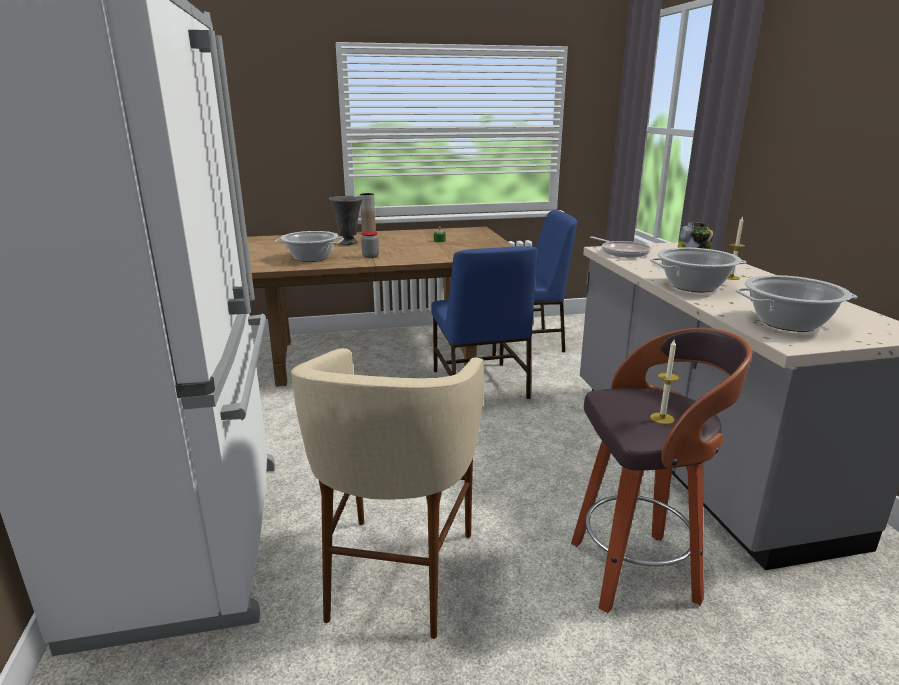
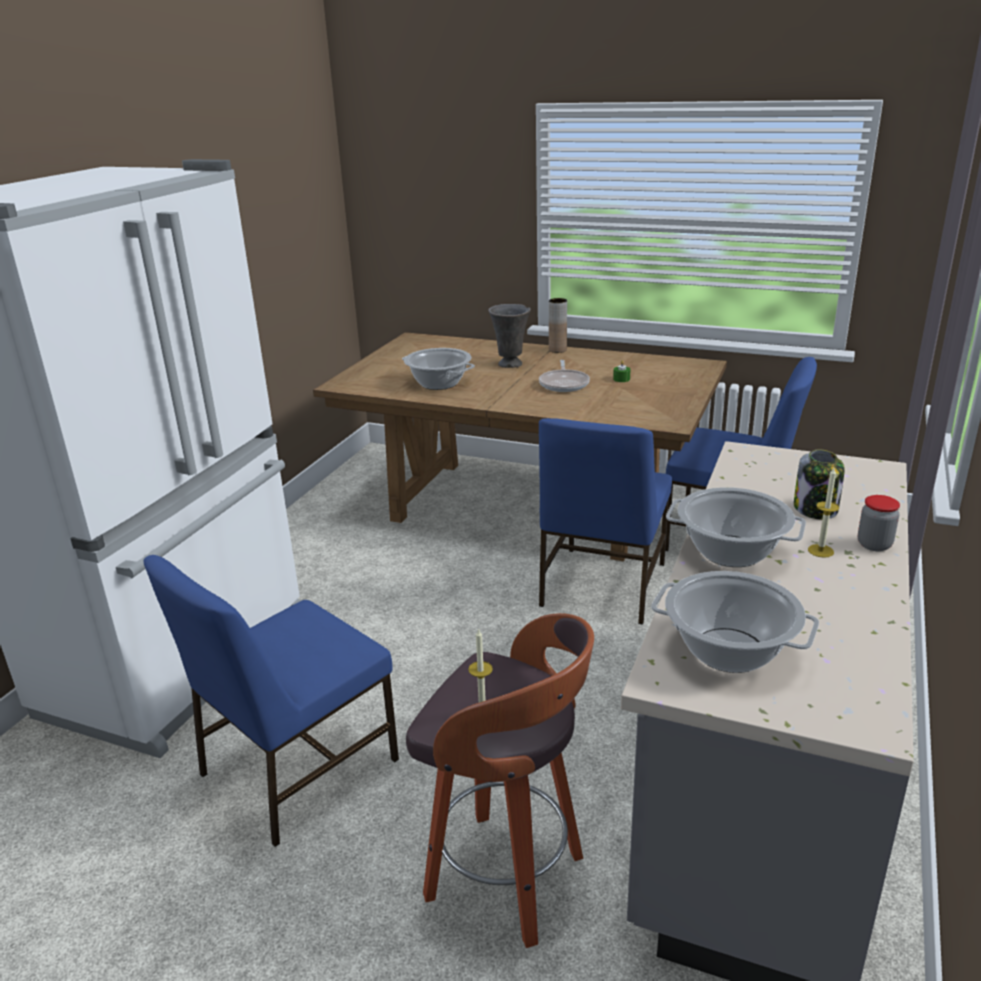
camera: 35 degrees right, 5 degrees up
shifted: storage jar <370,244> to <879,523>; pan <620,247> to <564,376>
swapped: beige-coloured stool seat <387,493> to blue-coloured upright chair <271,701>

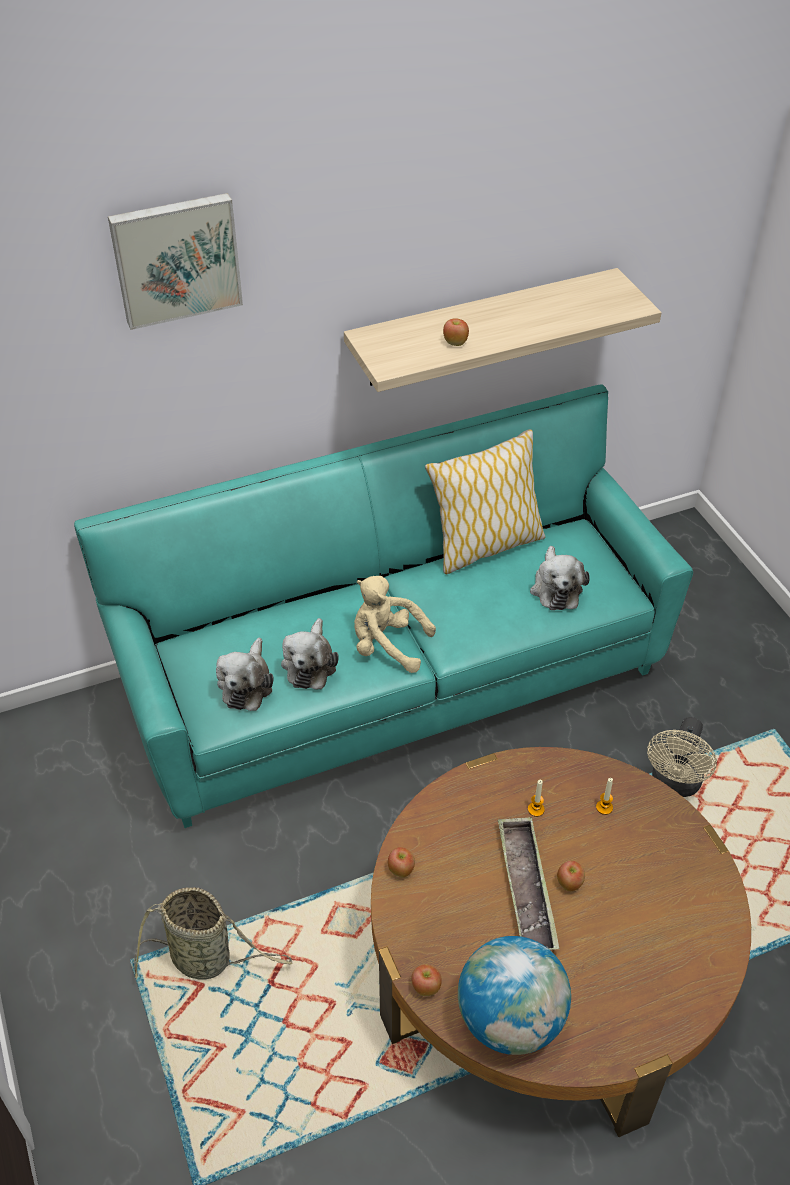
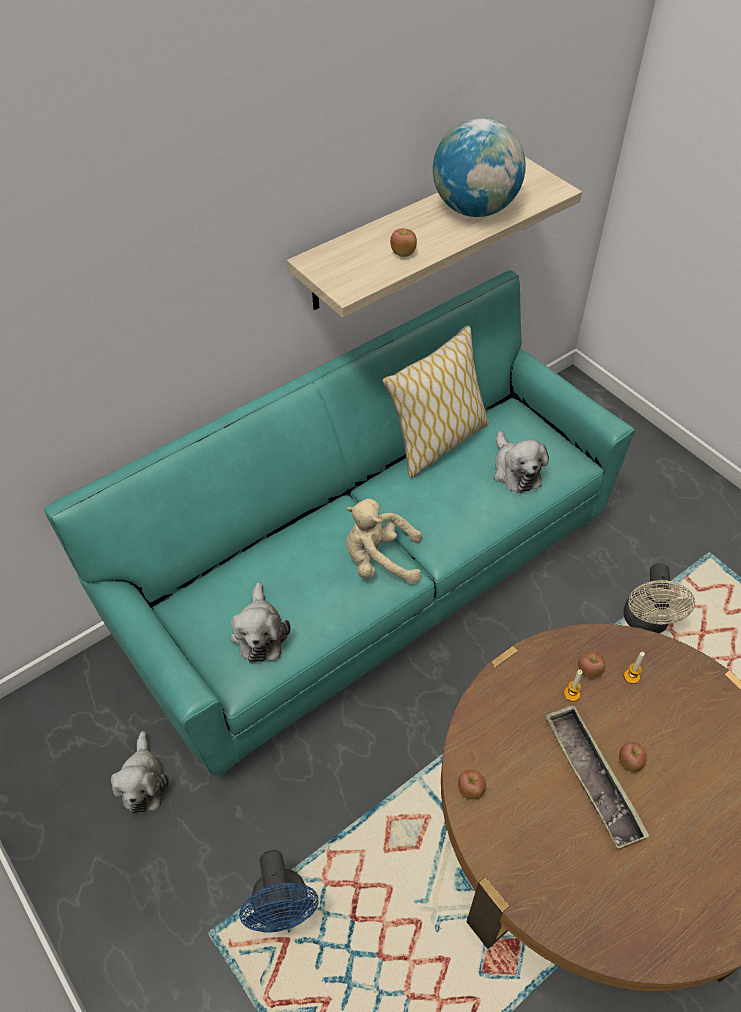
camera: 15 degrees left, 5 degrees up
gone: picture <175,261>
shifted: soft toy <310,654> to <140,772>; whole apple <427,980> to <591,665>; globe <514,995> to <479,167>
swapped: storage basket <213,933> to blue-coloured fan <279,891>

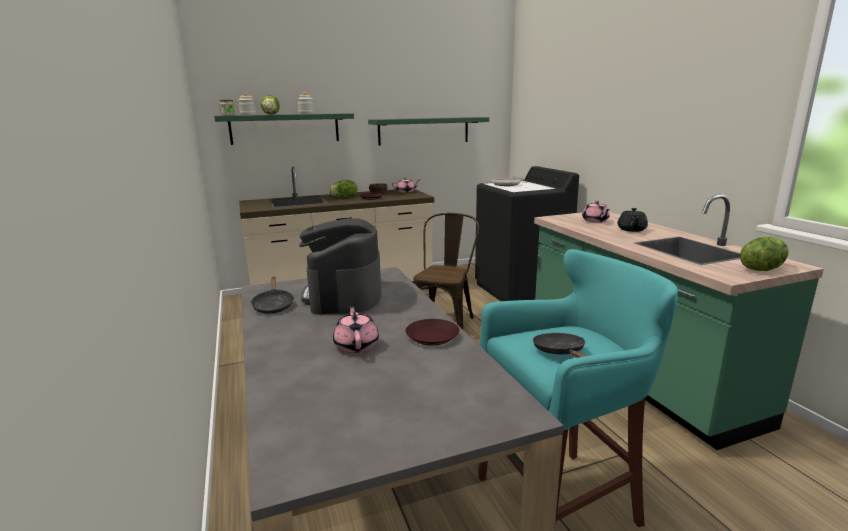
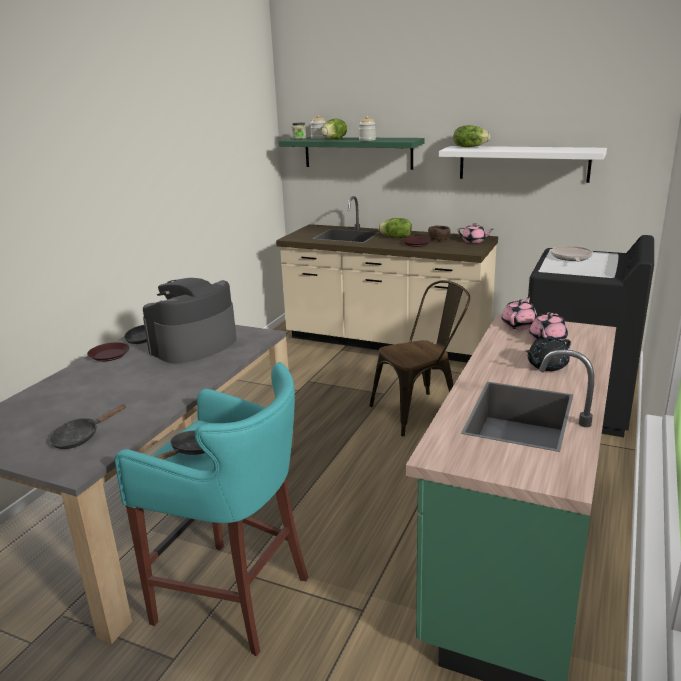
camera: 45 degrees right, 5 degrees up
new: black-coloured pan <87,426>
shifted: pink-coloured tea pot <356,329> to <519,313>; brownish plate <432,332> to <108,351>; head of lettuce <764,254> to <471,136>
repainted: green-coloured bracket shelf <428,131> to whitish bracket shelf <523,164>

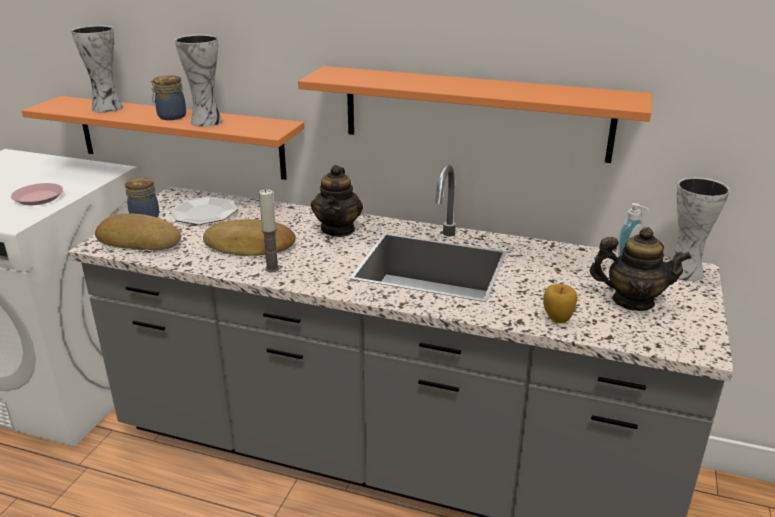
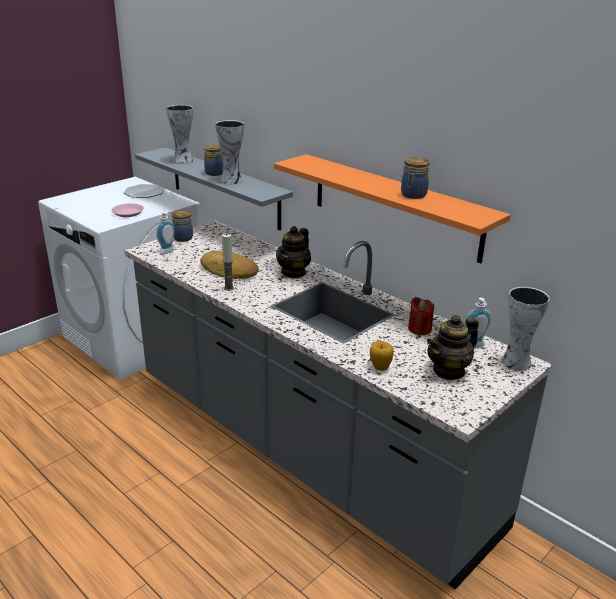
camera: 25 degrees right, 0 degrees up
new: storage jar <415,178>; reddish candle <421,316>
shifted: plate <204,210> to <144,191>
swapped: bakery bread <138,231> to liquid soap bottle <165,233>
repainted: orangey bracket shelf <163,138> to gray bracket shelf <214,189>
rotated: tea pot <641,269> = <453,348> 105 degrees clockwise

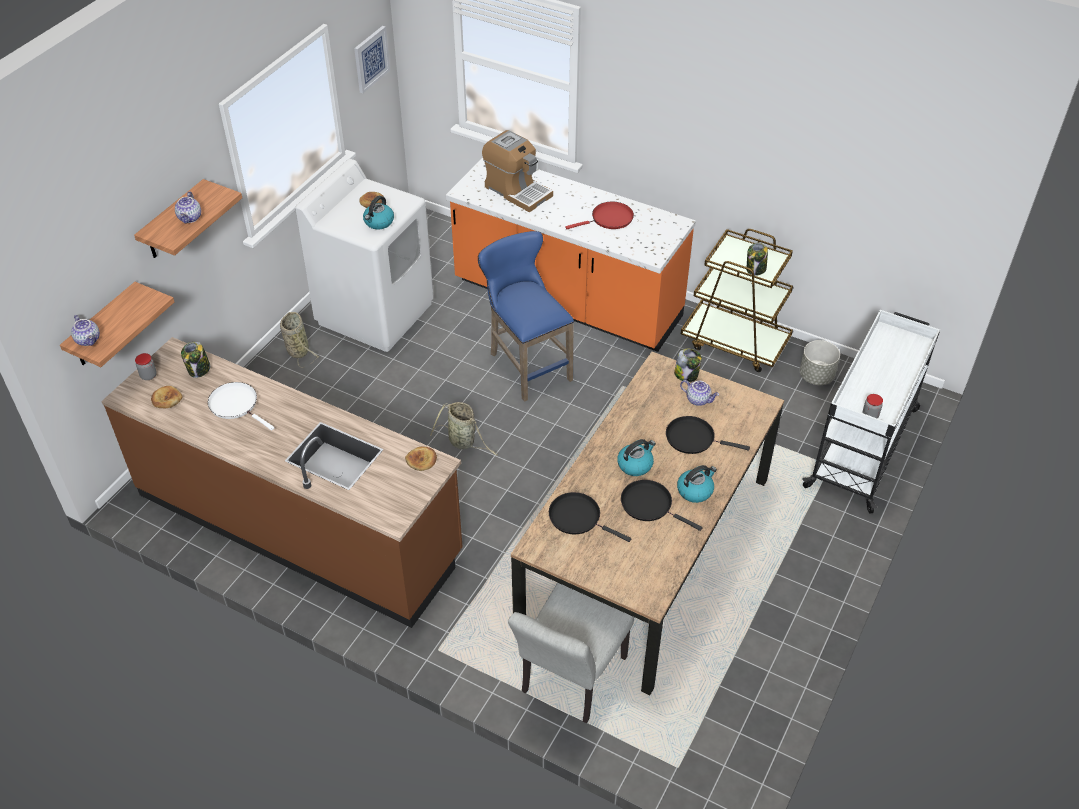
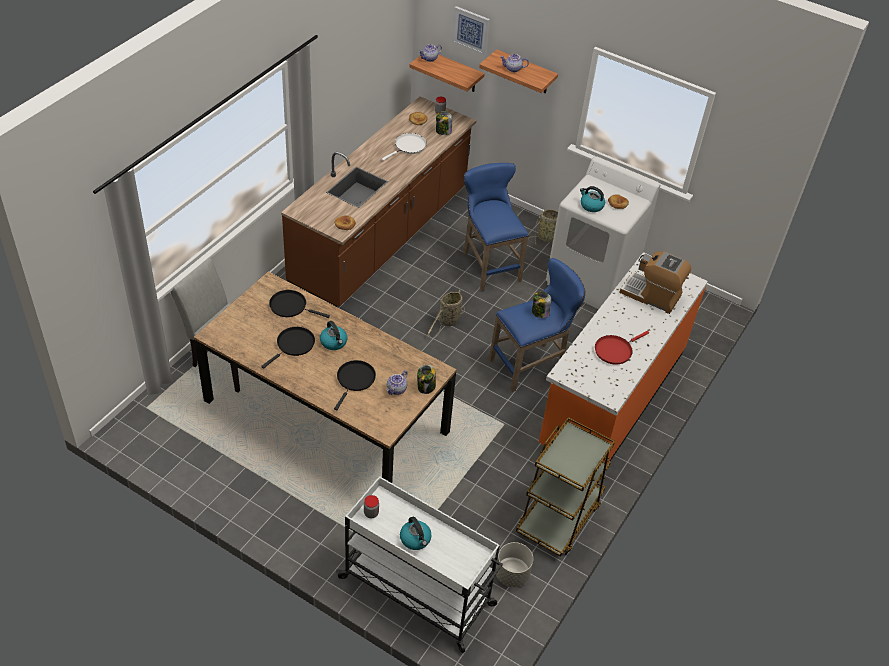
camera: 90 degrees right, 0 degrees up
new: blue-coloured stool seat <496,227>
shifted: picture <372,59> to <471,31>; tea kettle <697,484> to <416,533>; storage jar <757,259> to <542,304>
rotated: coffee machine <517,171> = <655,282> 75 degrees clockwise; black-coloured pan <590,517> = <299,304> 105 degrees counterclockwise; reddish pan <599,215> = <622,348> 75 degrees clockwise

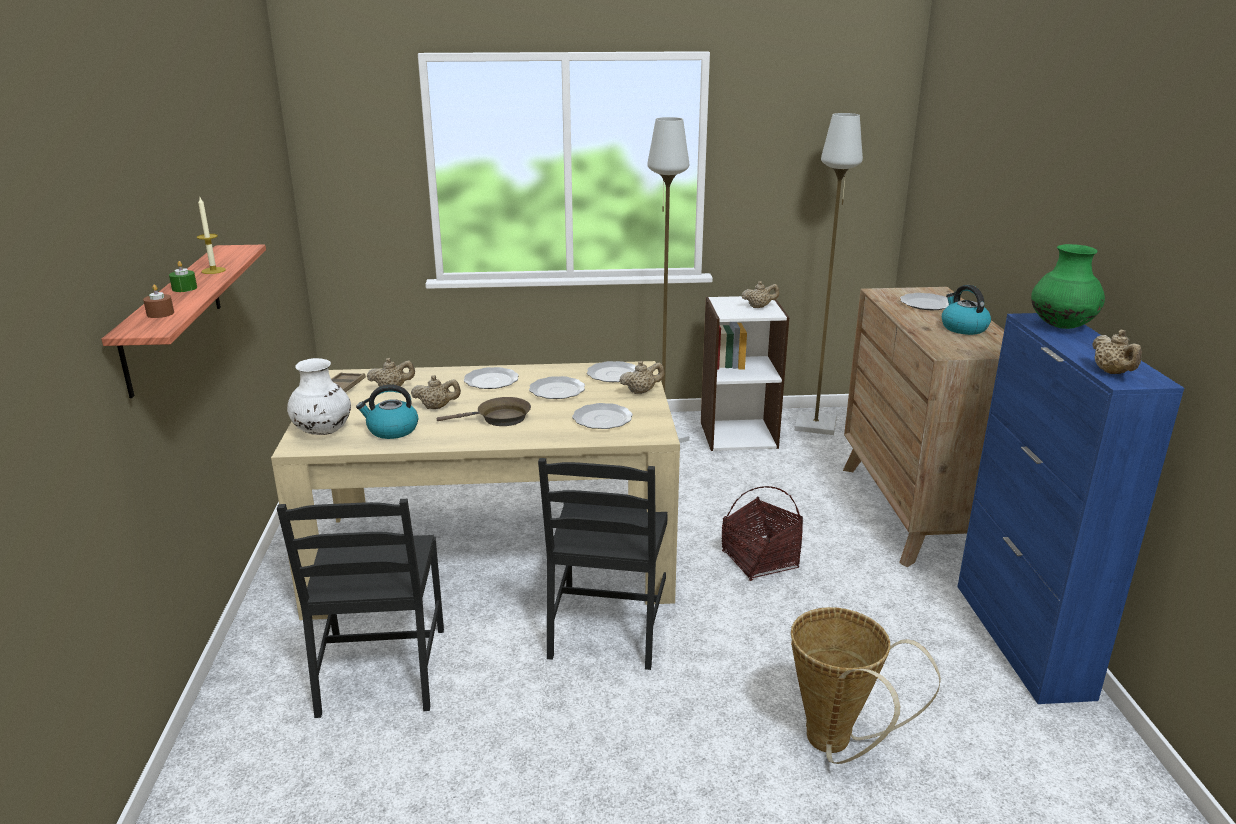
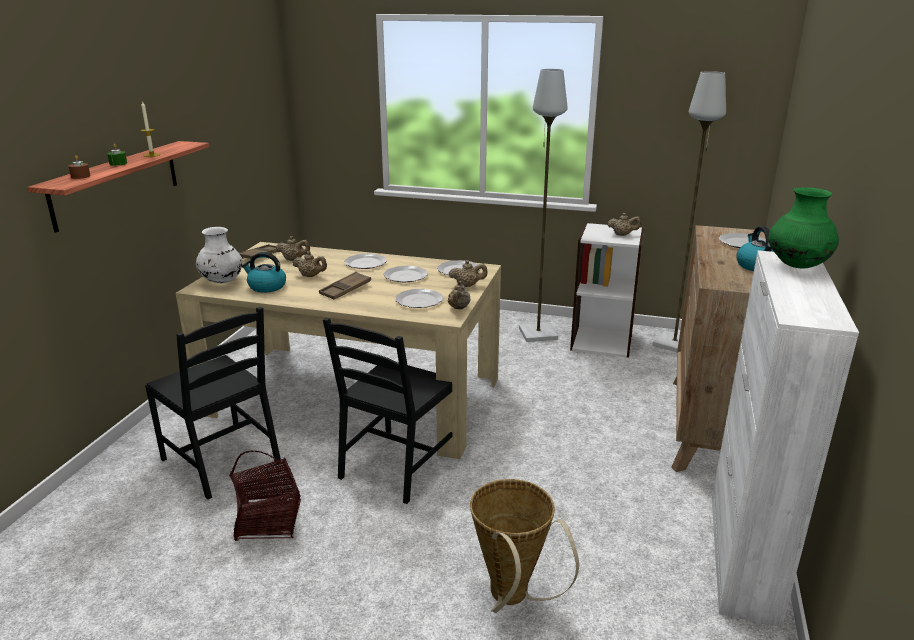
camera: 20 degrees right, 0 degrees up
shifted: storage basket <762,533> to <265,496>; beige-coloured tea pot <1117,352> to <459,295>
swapped: brownish pan <484,411> to brownish carrying tray <345,285>
repainted: blue-coloured cupboard <1070,508> to whitish cupboard <785,438>
rotated: black-coloured upright chair <360,608> = <213,403> 60 degrees counterclockwise

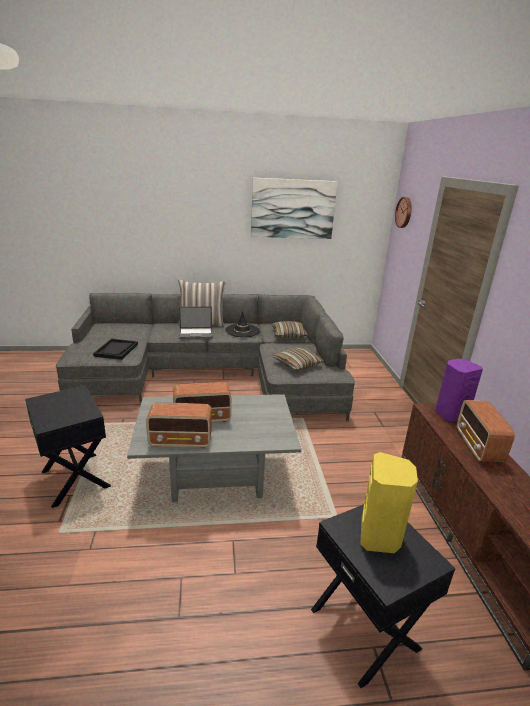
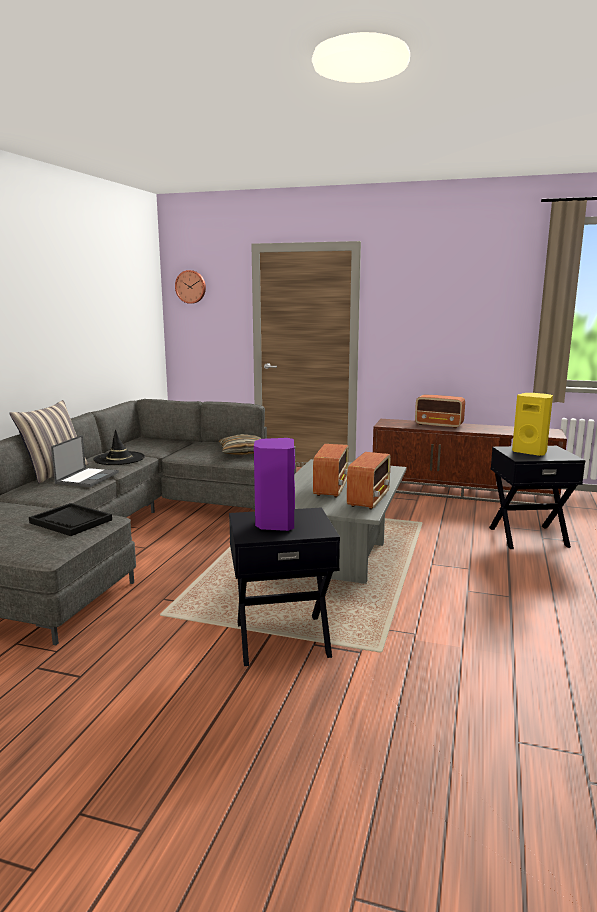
camera: 65 degrees left, 10 degrees down
gone: picture <294,208>; cushion <289,329>
shifted: purplish loudspeaker <459,390> to <274,484>

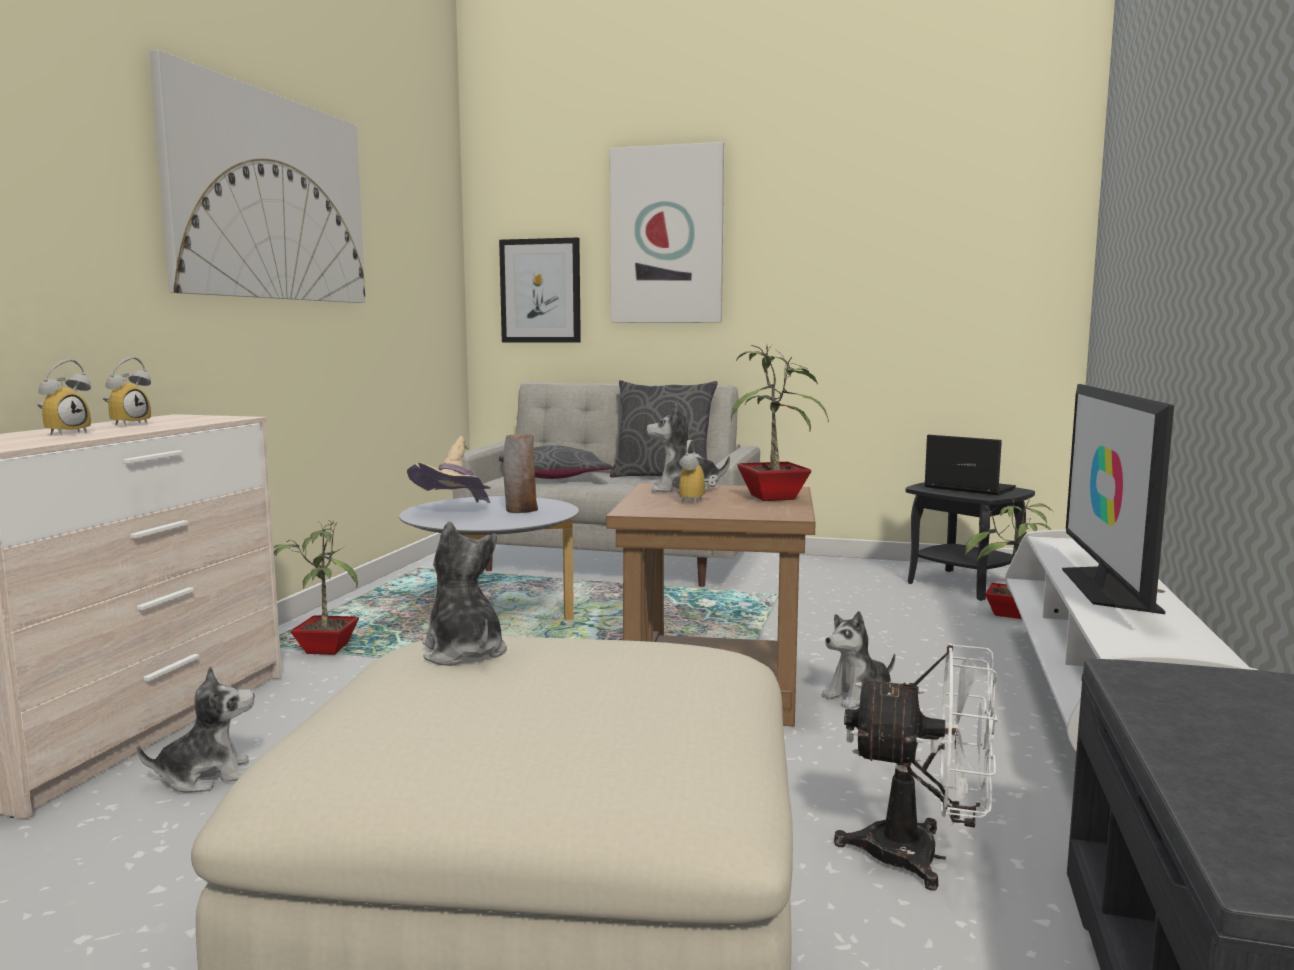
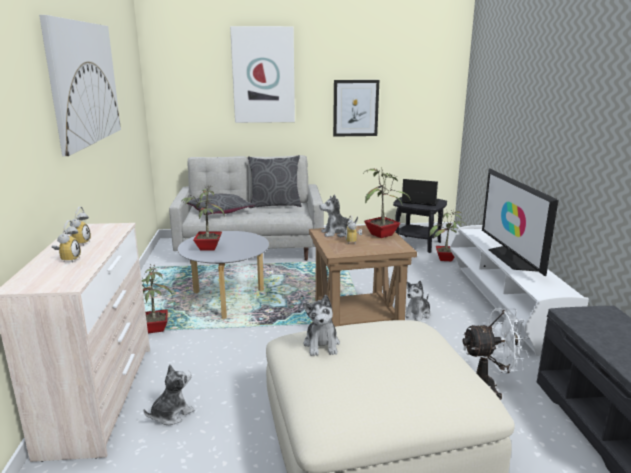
camera: 20 degrees left, 10 degrees up
gone: vase <520,473>
shifted: picture <540,290> to <356,108>
swapped: beige-coloured wearable hat <449,469> to potted plant <202,217>
rotated: soft toy <464,593> = <321,325> 135 degrees counterclockwise

